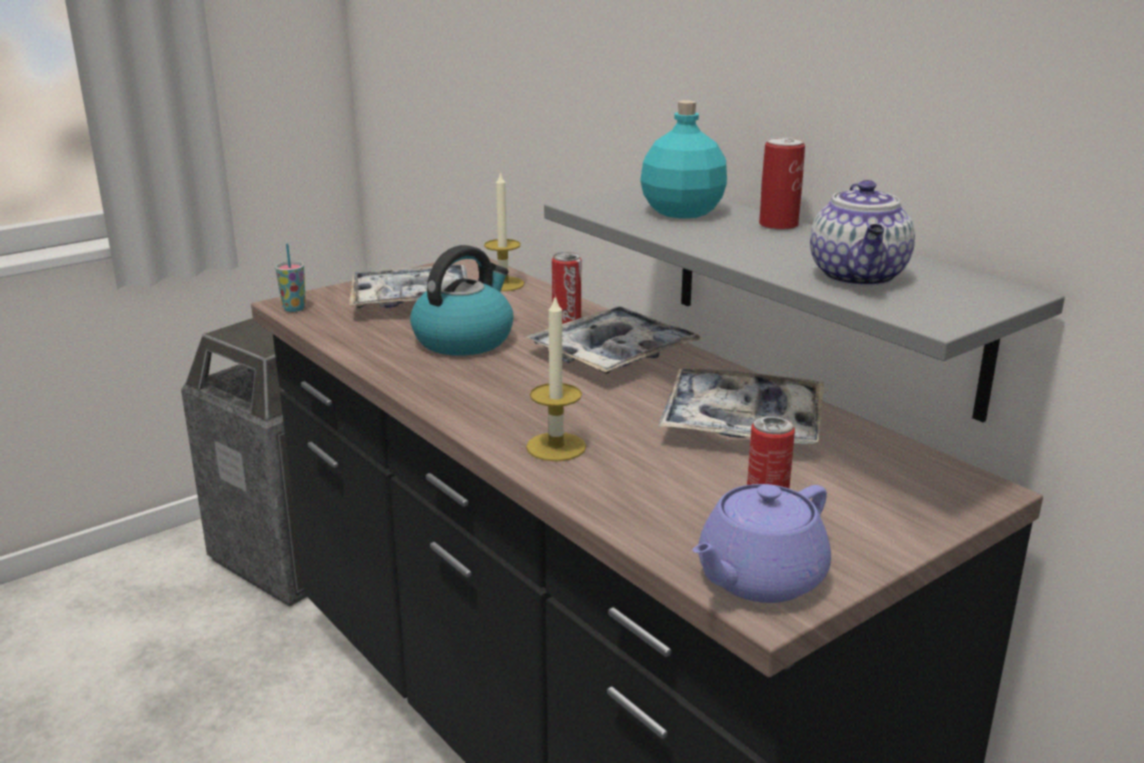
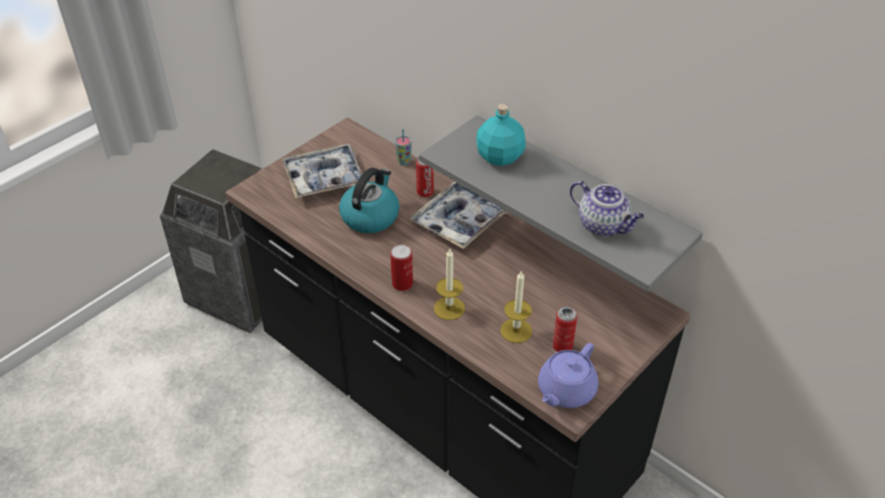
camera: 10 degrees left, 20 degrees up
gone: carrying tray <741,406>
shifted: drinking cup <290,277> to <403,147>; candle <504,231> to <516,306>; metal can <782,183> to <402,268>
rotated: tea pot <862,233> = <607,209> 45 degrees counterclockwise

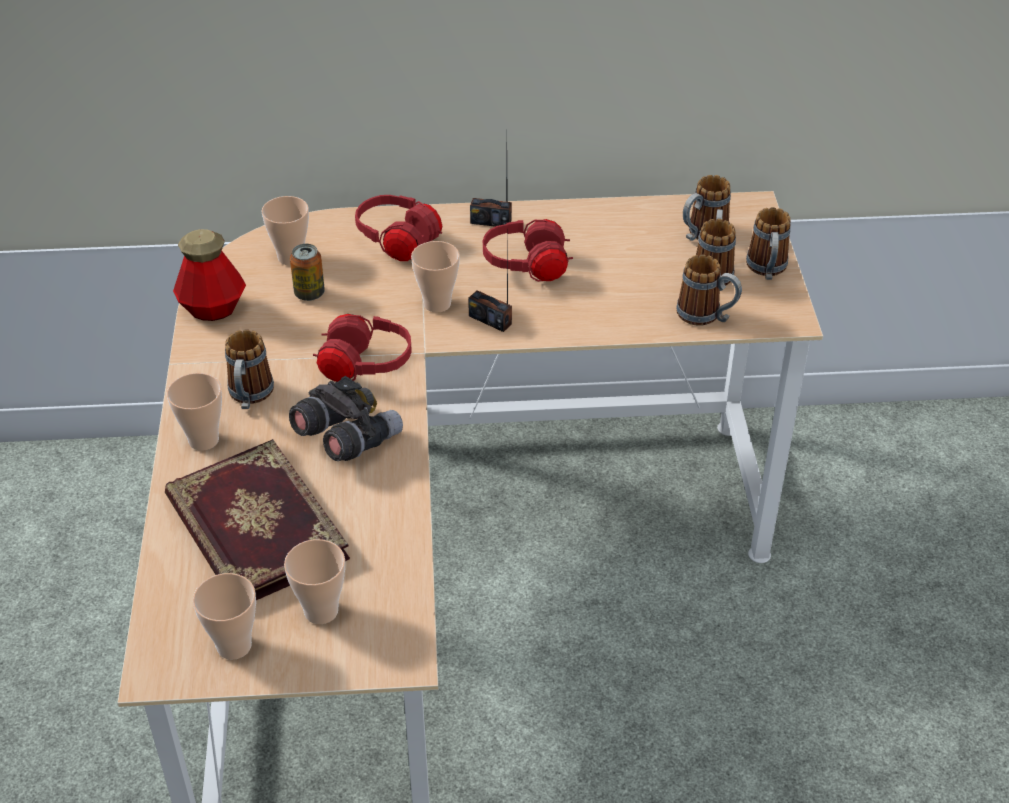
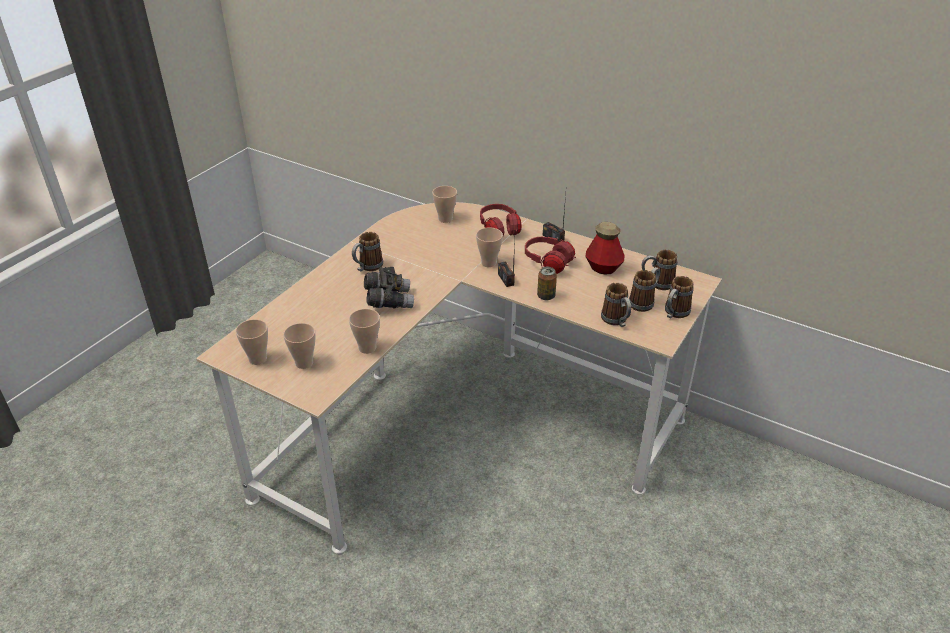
camera: 35 degrees right, 5 degrees down
gone: bound book <257,519>; reddish pair of headphones <362,348>
shifted: drinking cup <194,412> to <364,331>; bottle <209,275> to <605,248>; metal can <307,272> to <547,283>

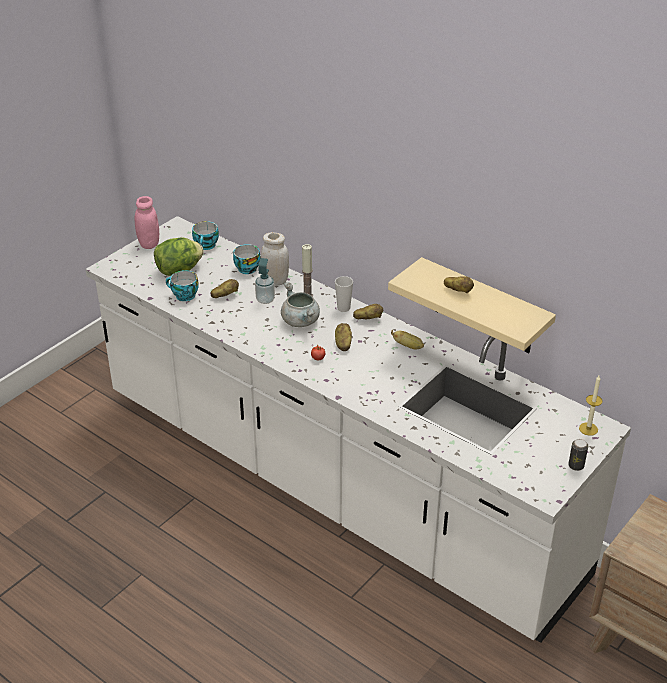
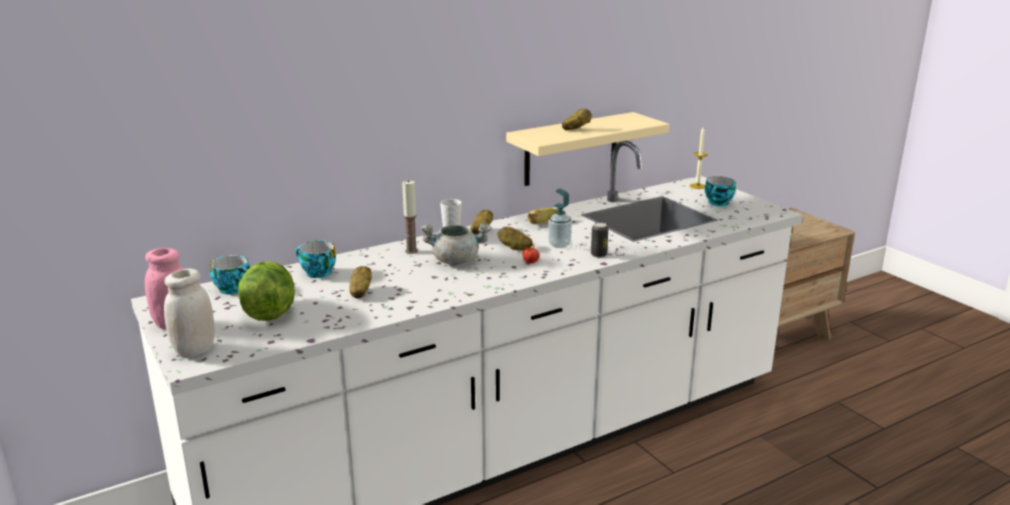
camera: 70 degrees left, 15 degrees down
shifted: drinking cup <182,285> to <720,191>; liquid soap bottle <265,281> to <560,218>; whitish storage jar <274,258> to <189,313>; metal can <578,455> to <599,239>

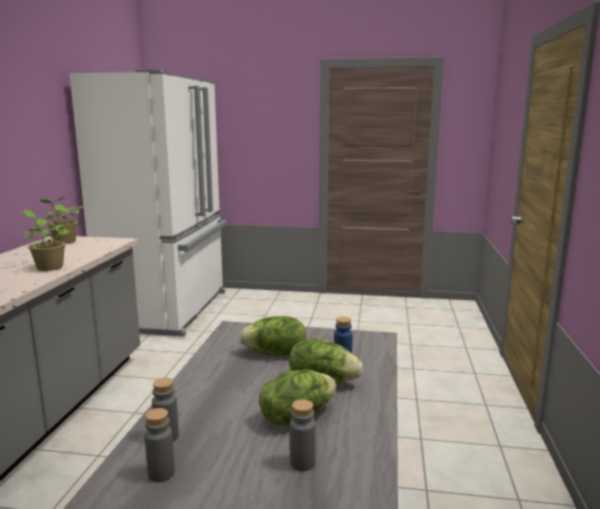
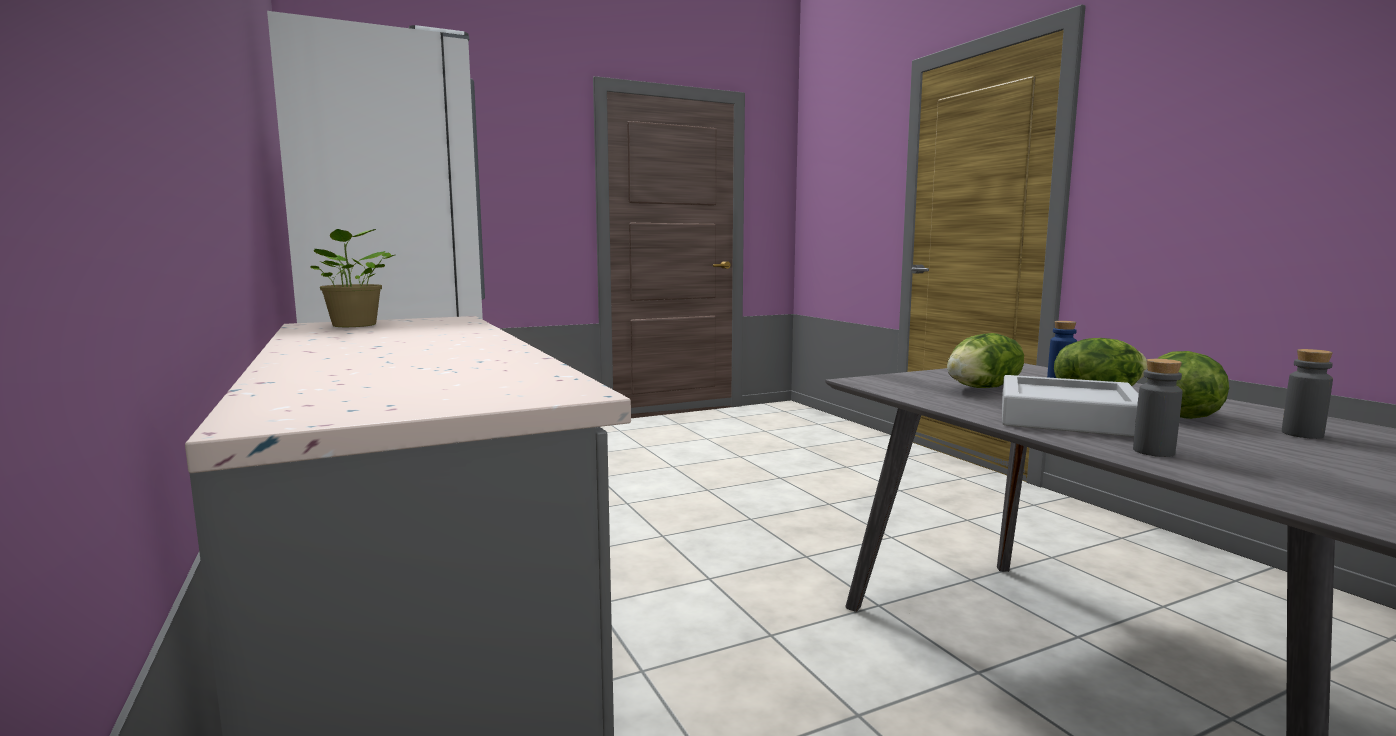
camera: 35 degrees left, 5 degrees down
gone: potted plant <44,240>; gray bottle <159,445>
new: gray carrying tray <1070,406>

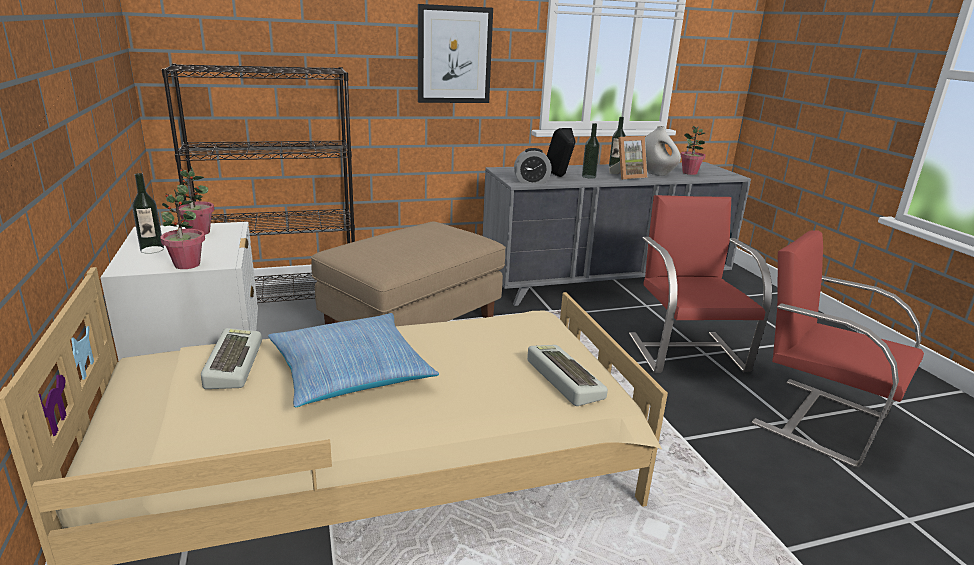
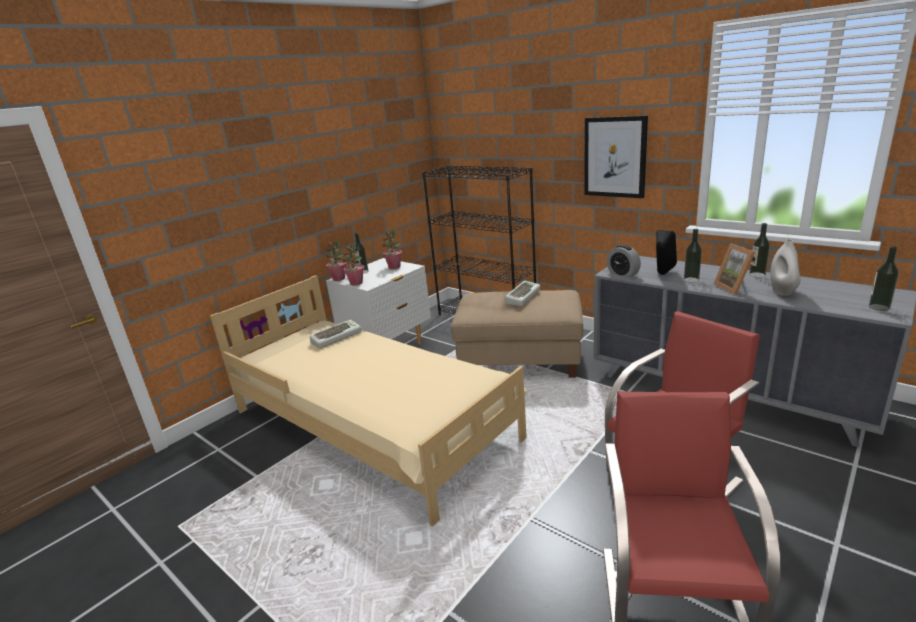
camera: 60 degrees right, 0 degrees up
gone: cushion <353,360>
new: bottle <884,278>
shifted: computer keyboard <567,375> to <522,293>; potted plant <693,150> to <336,261>
rotated: photo frame <628,158> = <734,269> 45 degrees clockwise

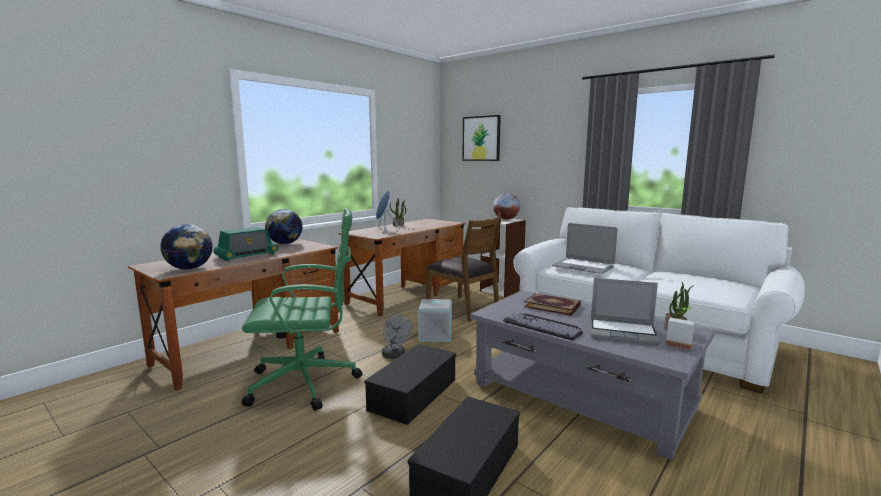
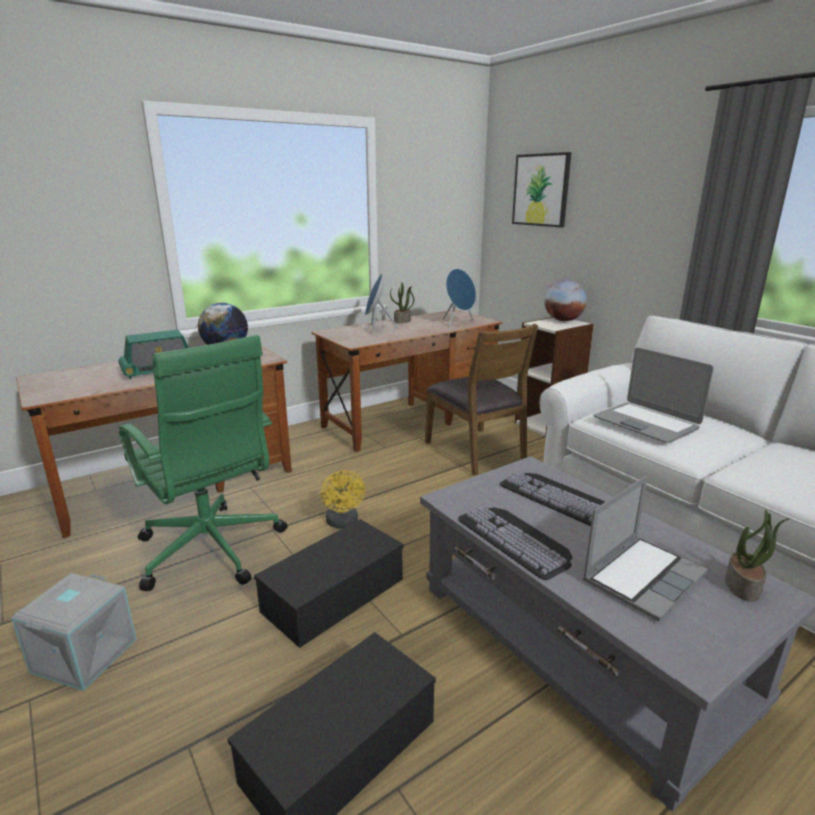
camera: 15 degrees right, 10 degrees up
gone: globe <186,247>; potted plant <680,328>
new: blue-coloured loudspeaker <459,298>
shifted: gray storage bin <435,320> to <74,632>
swapped: bound book <552,304> to computer keyboard <552,499>
repainted: gray fan <397,336> to yellow fan <343,499>
rotated: green-coloured office chair <302,309> = <203,463> 45 degrees clockwise; laptop <625,311> = <645,548> 75 degrees counterclockwise

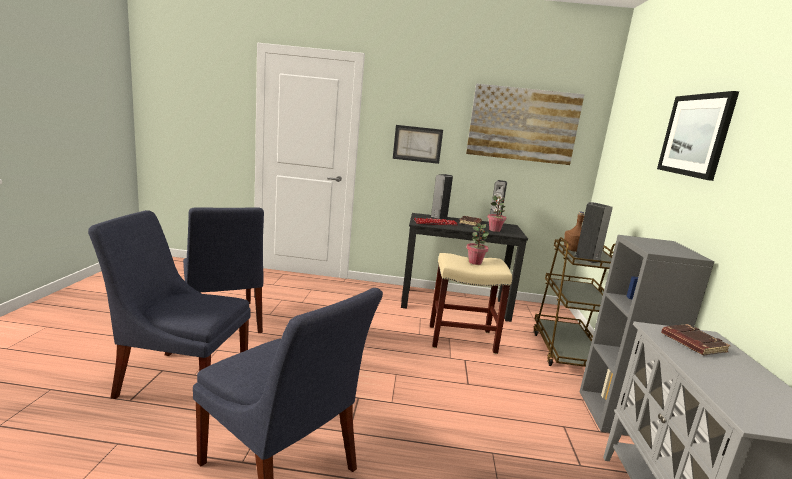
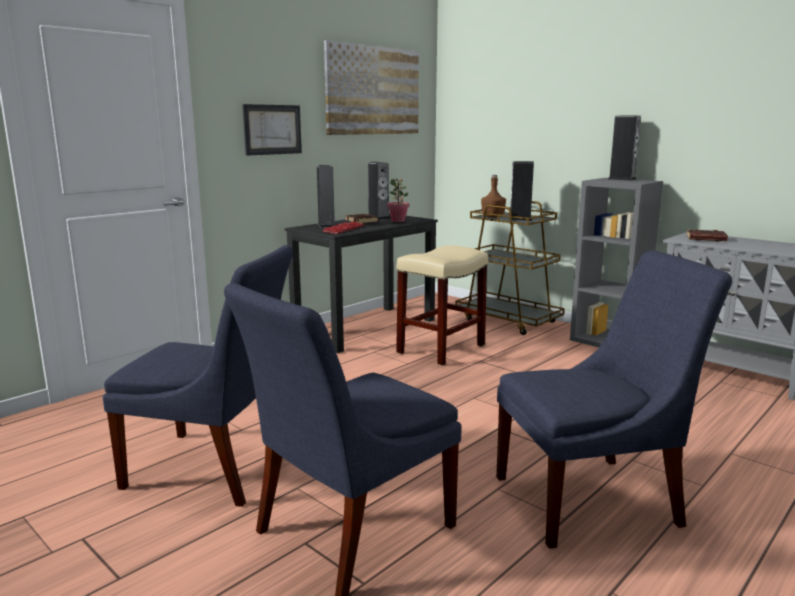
camera: 50 degrees left, 0 degrees up
gone: potted plant <478,244>; picture <698,136>
new: loudspeaker <624,148>

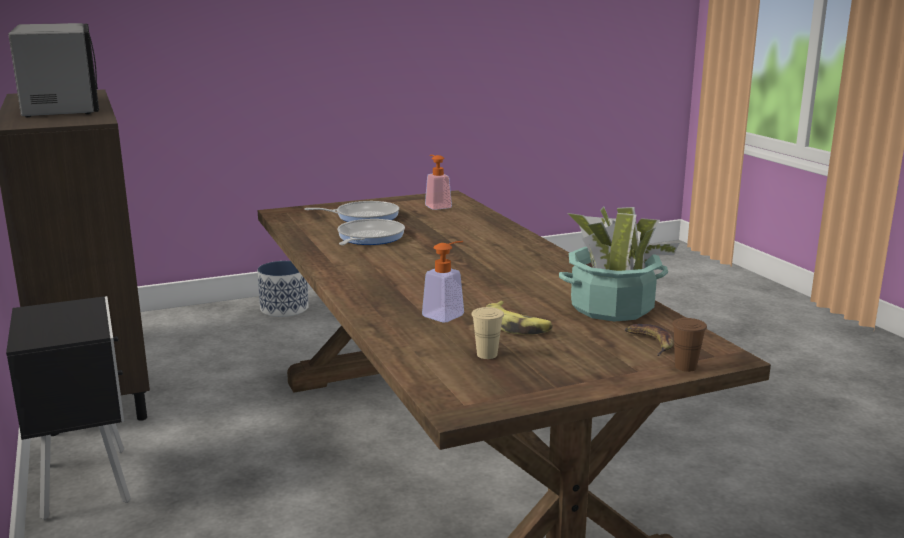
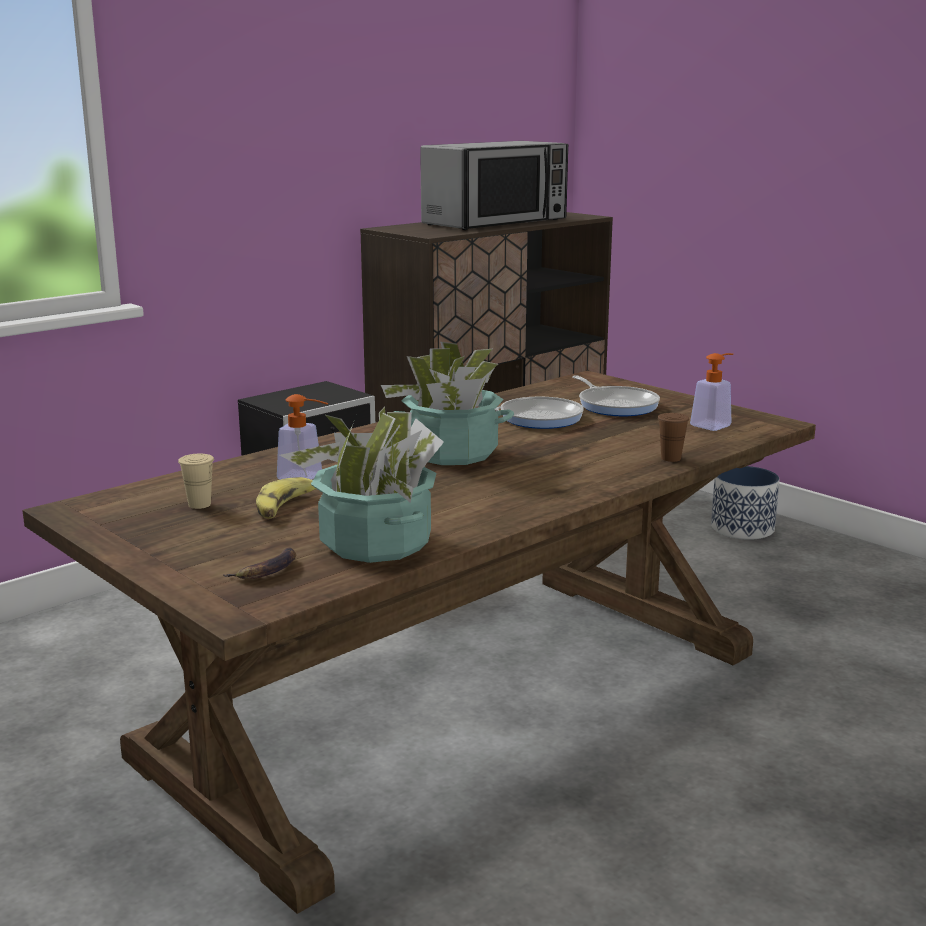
camera: 70 degrees right, 0 degrees up
new: potted plant <447,403>
shifted: brownish drinking cup <689,345> to <673,437>

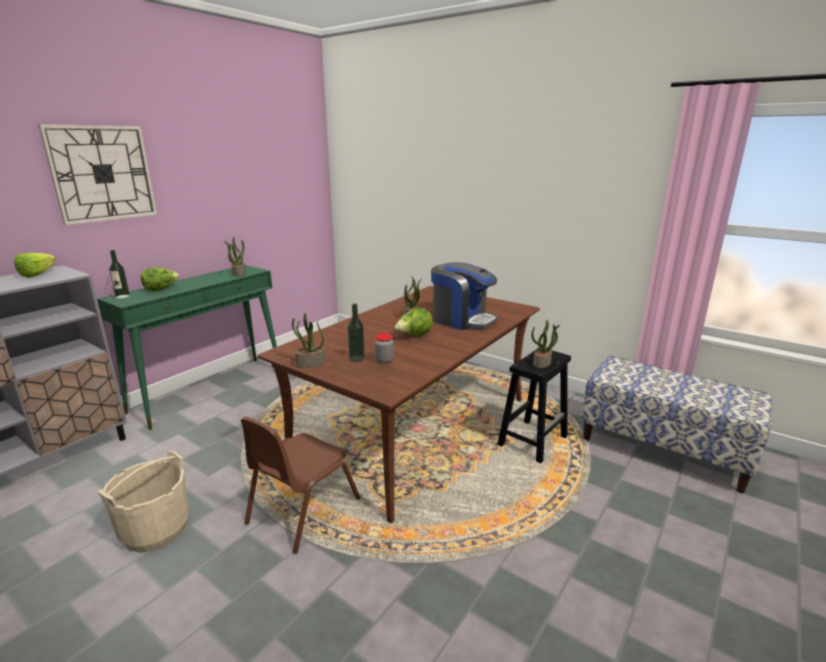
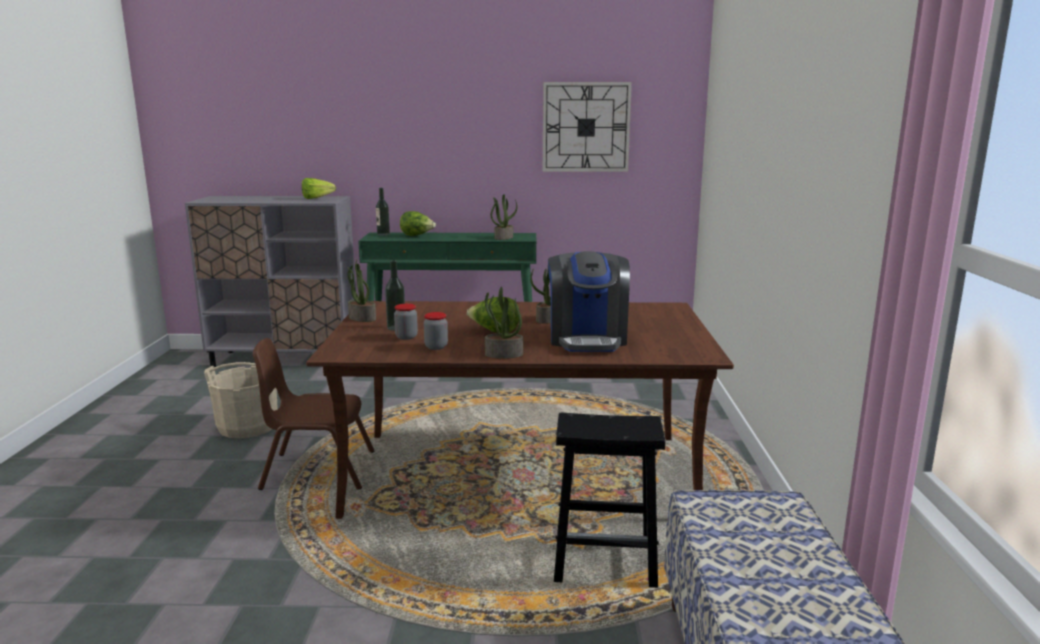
camera: 55 degrees right, 5 degrees down
new: storage jar <436,331>
shifted: hanging clock <97,174> to <587,127>; potted plant <545,344> to <504,322>

